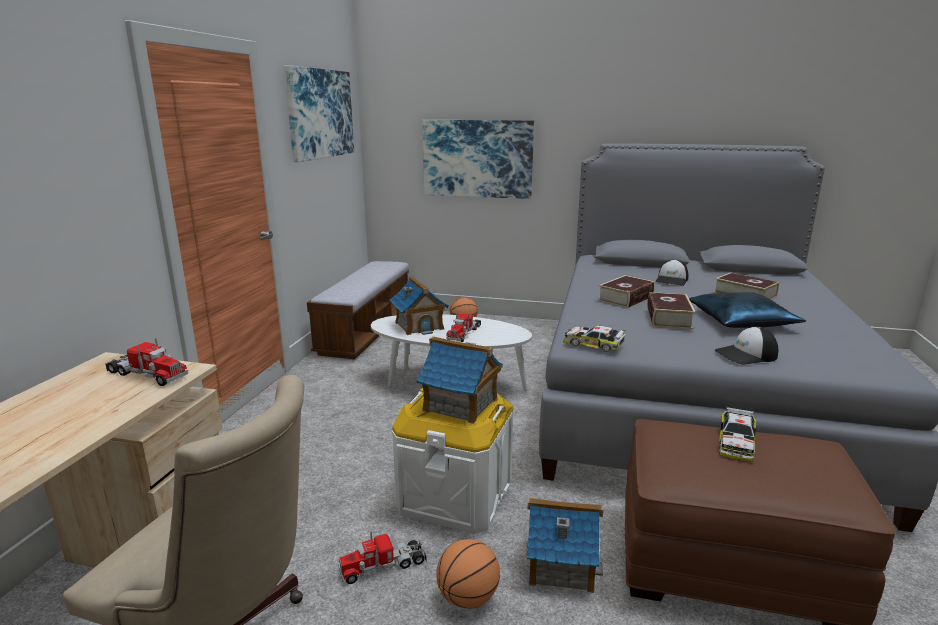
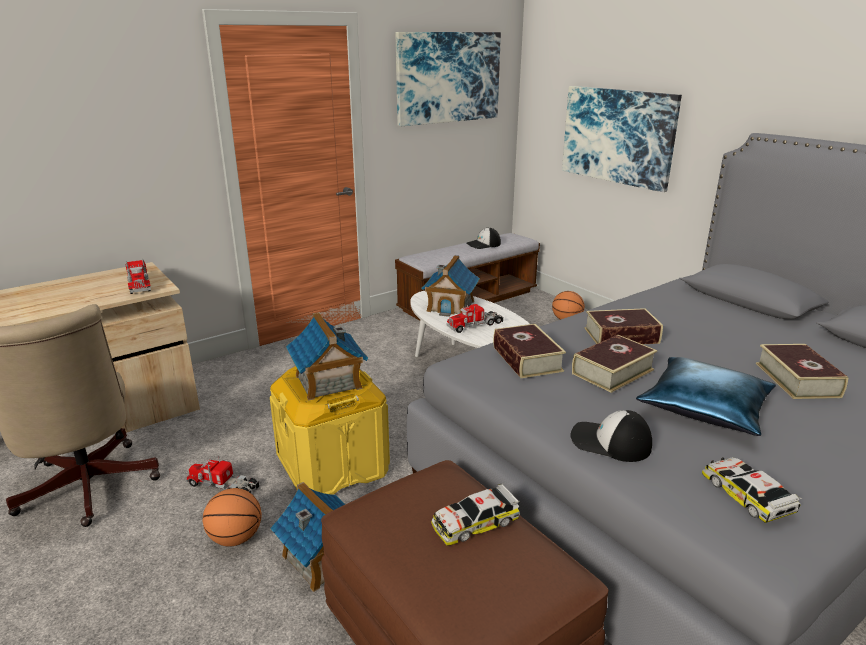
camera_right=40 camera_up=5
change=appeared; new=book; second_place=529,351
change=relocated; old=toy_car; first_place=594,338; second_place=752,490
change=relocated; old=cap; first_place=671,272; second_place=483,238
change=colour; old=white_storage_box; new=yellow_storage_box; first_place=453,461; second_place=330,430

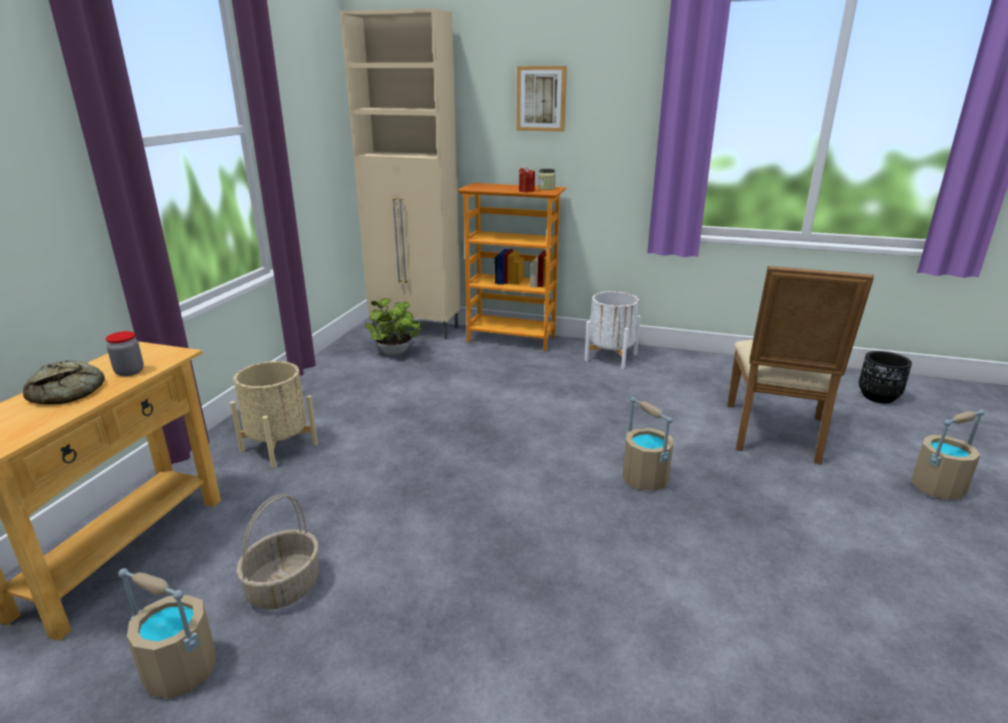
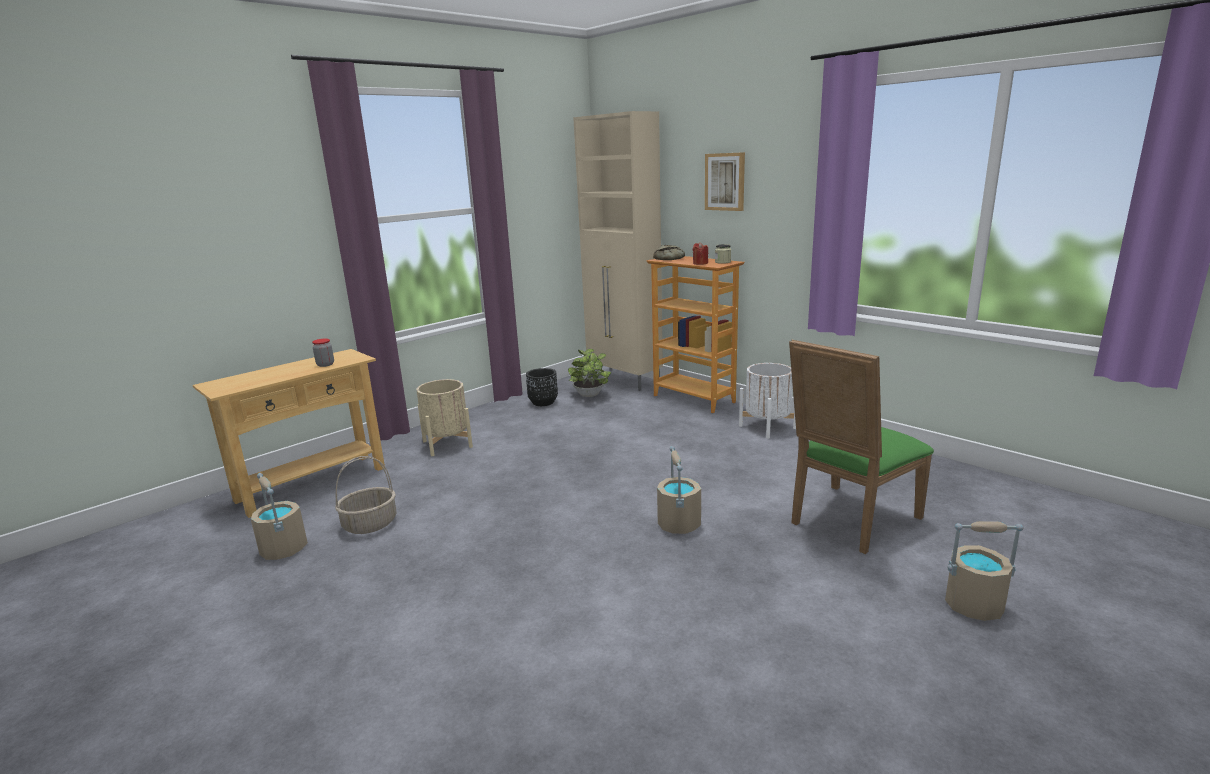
camera_right=30 camera_up=-5
change=relocated; old=bread; first_place=64,383; second_place=669,252
change=relocated; old=black_planter; first_place=885,377; second_place=542,387
change=colour; old=beige_chair; new=green_chair; first_place=800,365; second_place=861,447

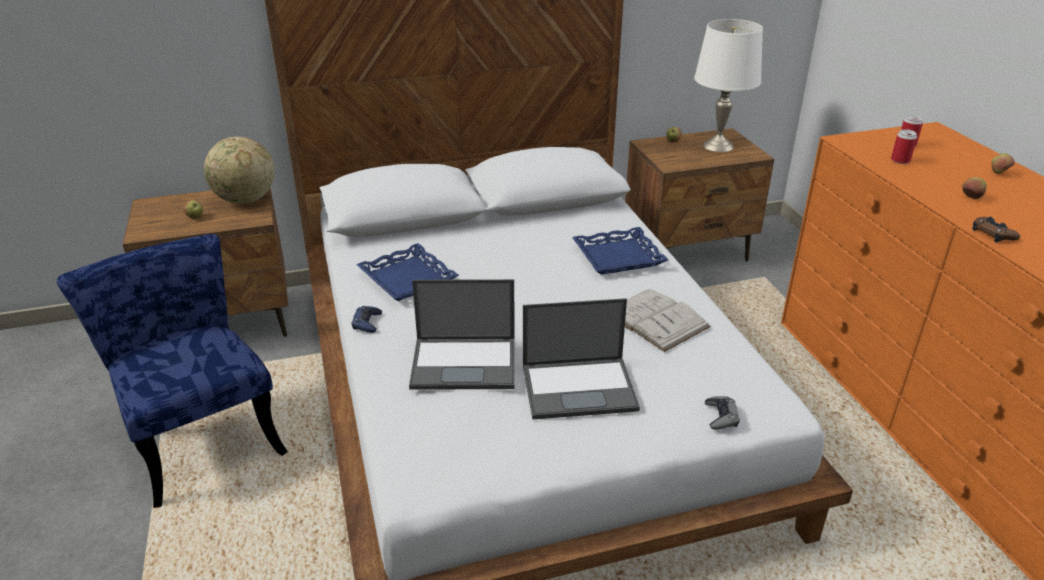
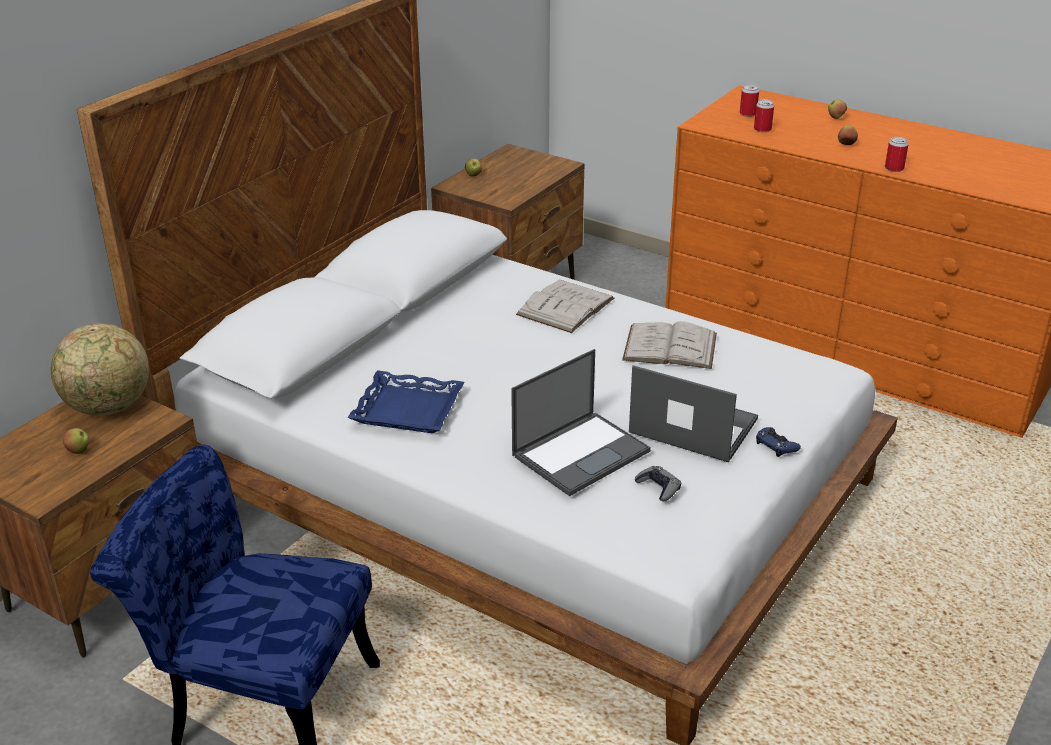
camera_right=-40 camera_up=0
change=missing; old=white_table_lamp; first_place=728,85
change=relocated; old=blue_game_controller; first_place=367,319; second_place=778,442
change=relocated; old=grey_game_controller; first_place=722,413; second_place=658,484
change=exchanged; old=blue_tray; new=white_book; first_place=620,251; second_place=565,306
change=exchanged; old=brown_game_controller; new=can; first_place=996,229; second_place=896,154
change=spun; old=laptop; first_place=581,358; second_place=693,413; degrees=-105

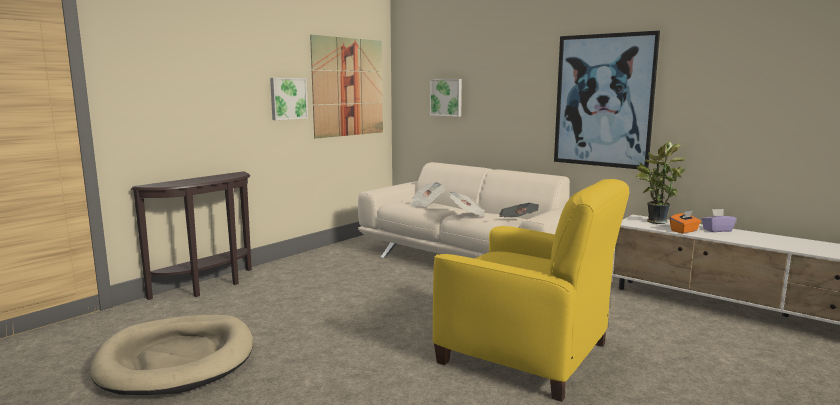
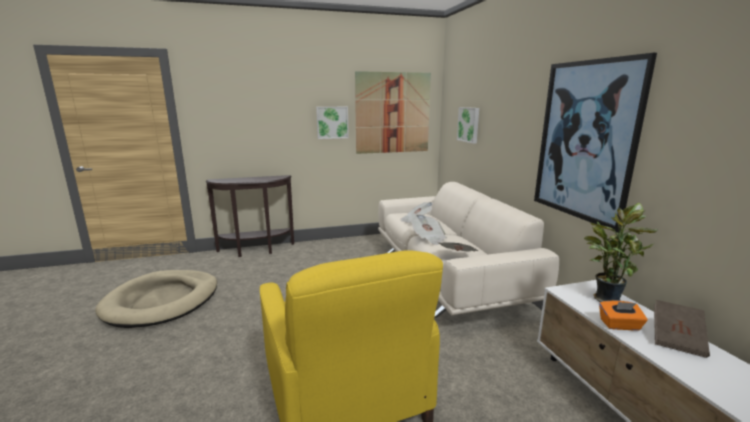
camera_right=35 camera_up=5
change=exchanged; old=purple_tissue_box; new=brown_book; first_place=719,220; second_place=682,329

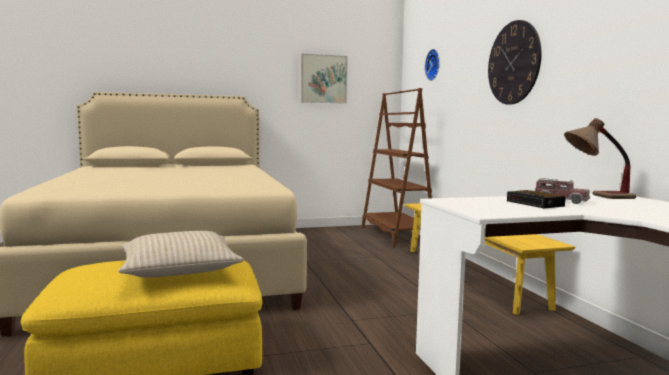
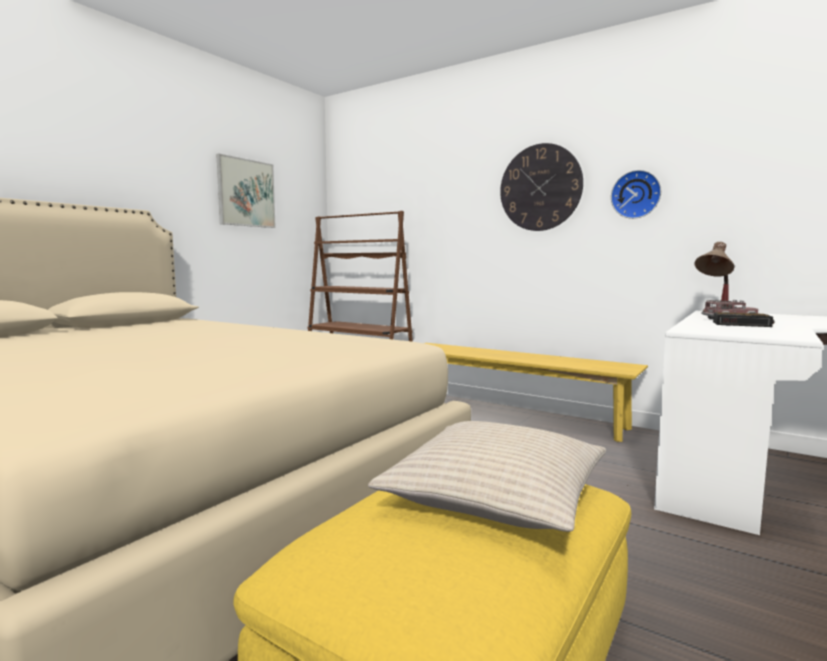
camera_right=-40 camera_up=0
change=relocated; old=wall_clock; first_place=432,65; second_place=636,194

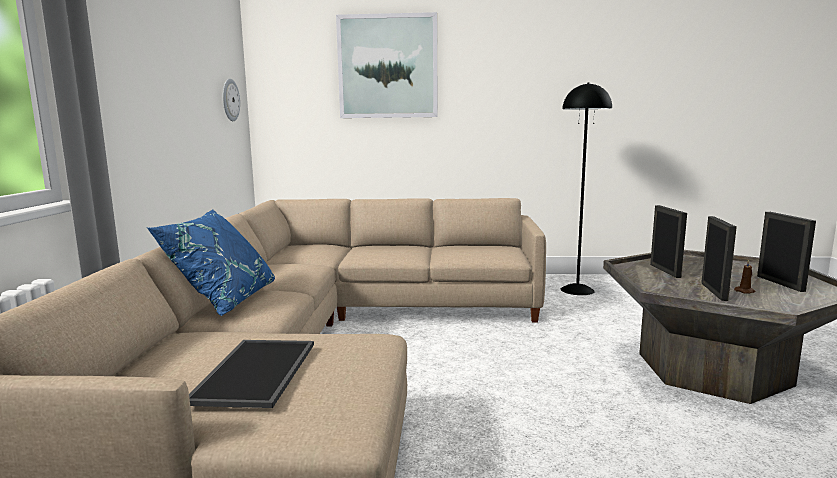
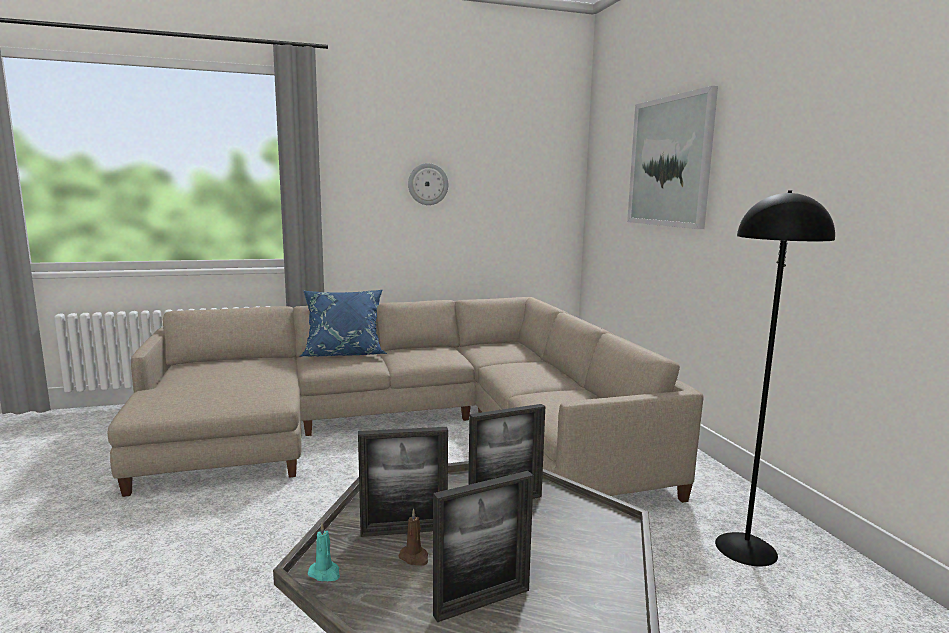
camera_right=70 camera_up=0
change=missing; old=tray; first_place=251,374
change=appeared; new=turquoise_candle; second_place=323,552
change=relocated; old=wall_clock; first_place=231,100; second_place=428,184

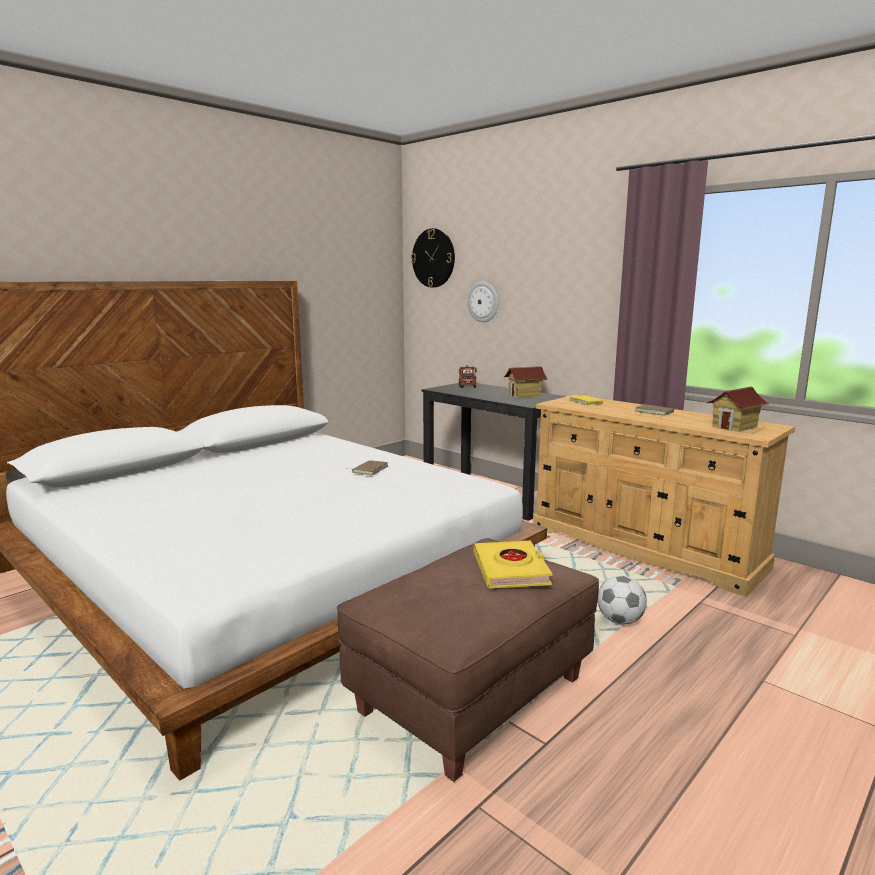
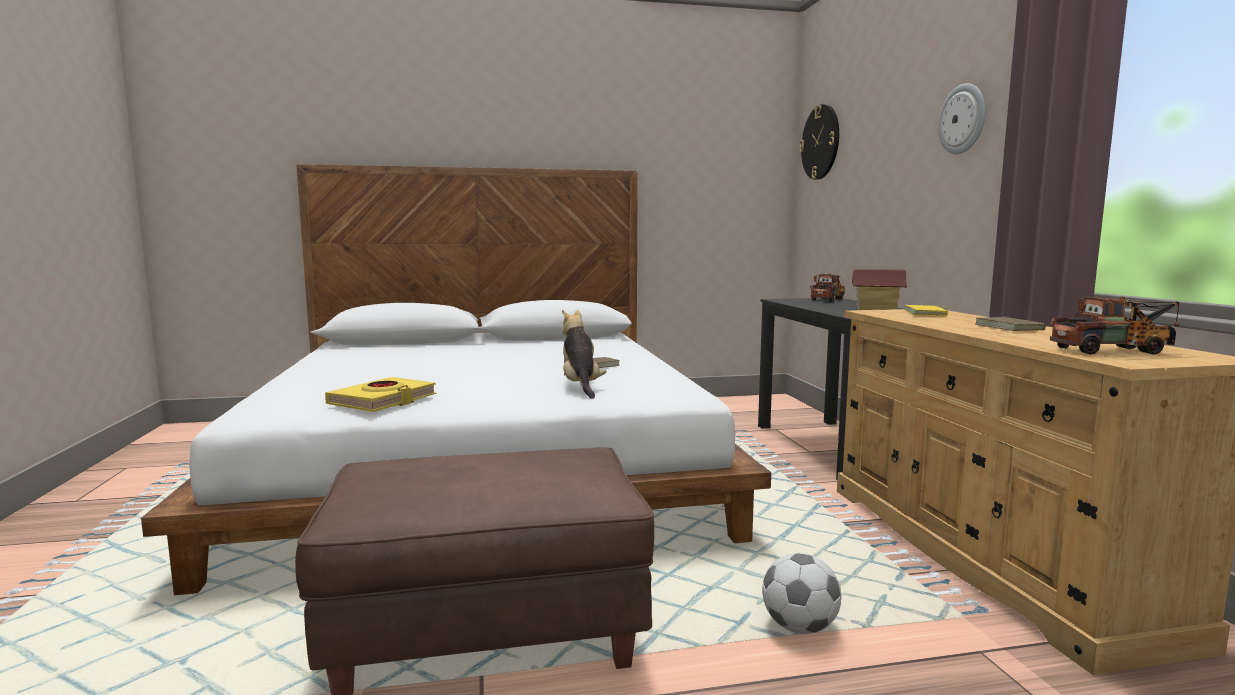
camera_right=35 camera_up=-5
change=appeared; new=plush_toy; second_place=584,354
change=relocated; old=wall_clock; first_place=482,302; second_place=961,118
change=relocated; old=yellow_book; first_place=512,564; second_place=380,394
change=exchanged; old=toy_house; new=toy_truck; first_place=738,409; second_place=1114,325

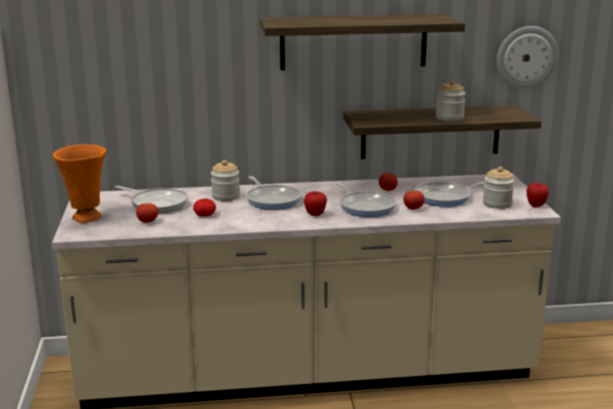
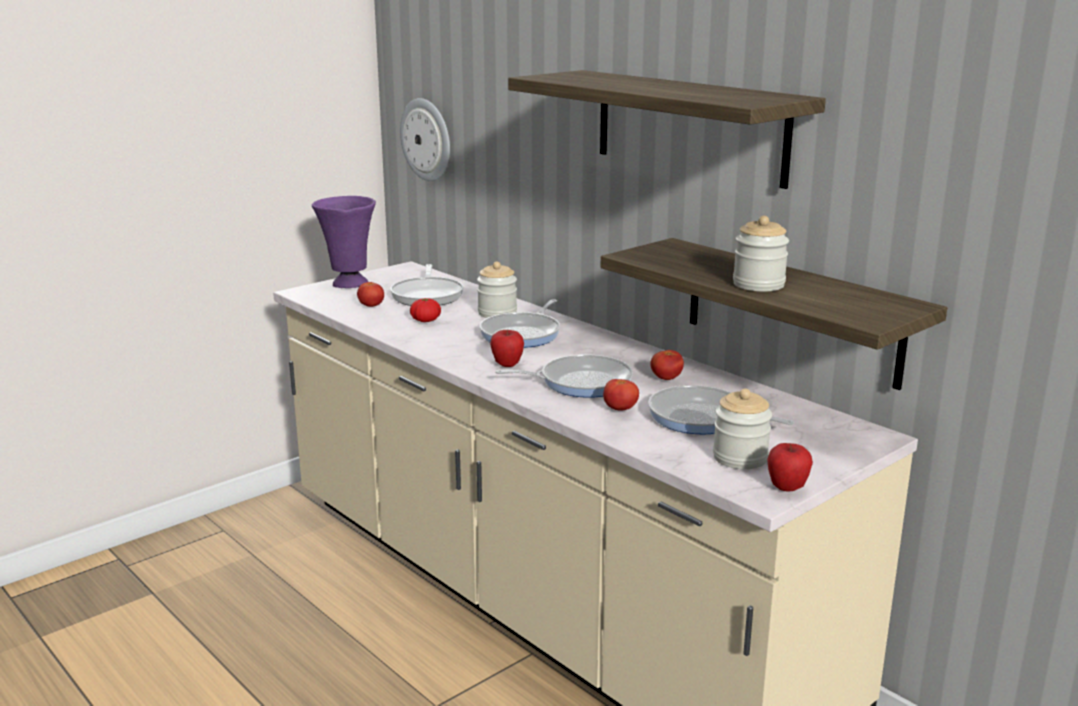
camera_right=55 camera_up=0
change=relocated; old=wall_clock; first_place=527,57; second_place=425,139
change=colour; old=orange_vase; new=purple_vase; first_place=79,183; second_place=344,242
change=spun; old=frying_pan; first_place=366,199; second_place=564,376; degrees=-120

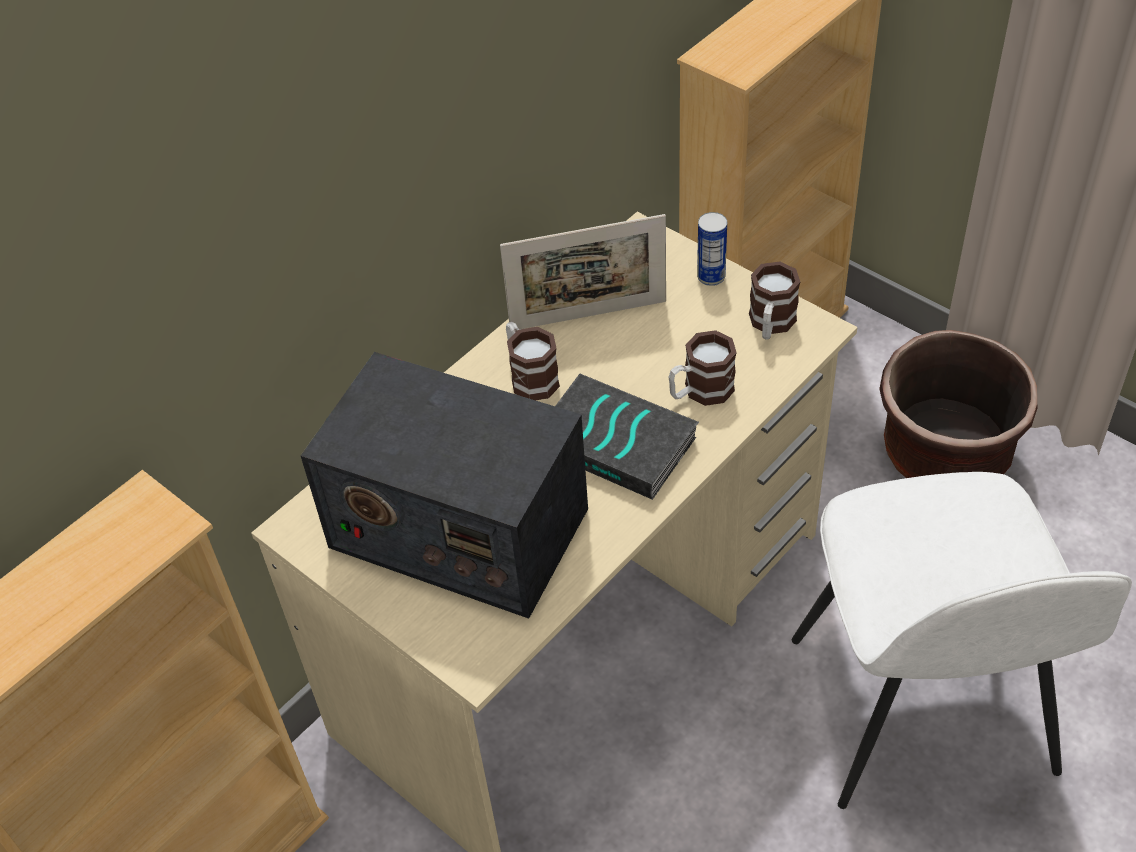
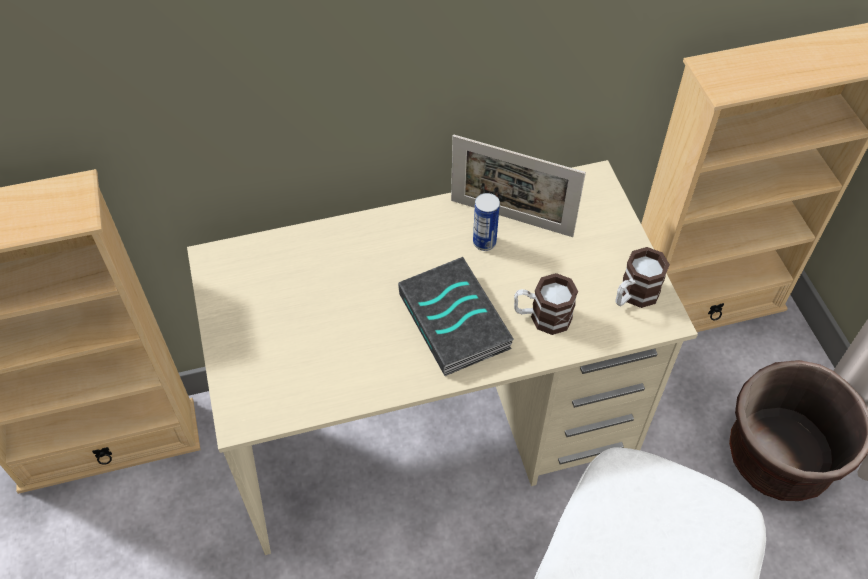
camera_right=30 camera_up=5
change=missing; old=radio; first_place=444,485
change=missing; old=mug; first_place=533,361
change=relocated; old=can; first_place=712,249; second_place=486,222

